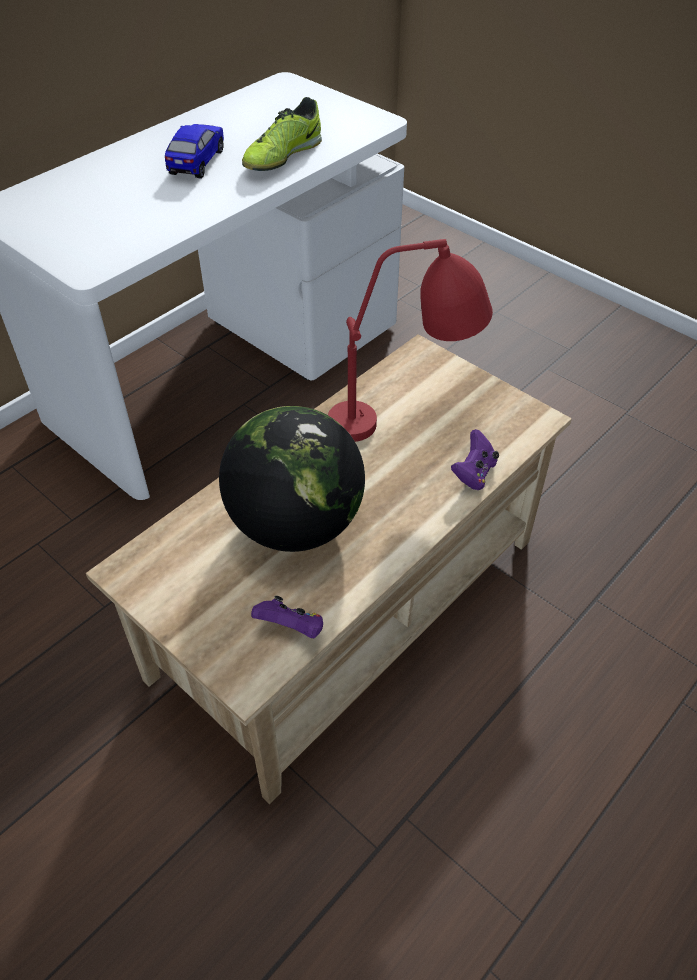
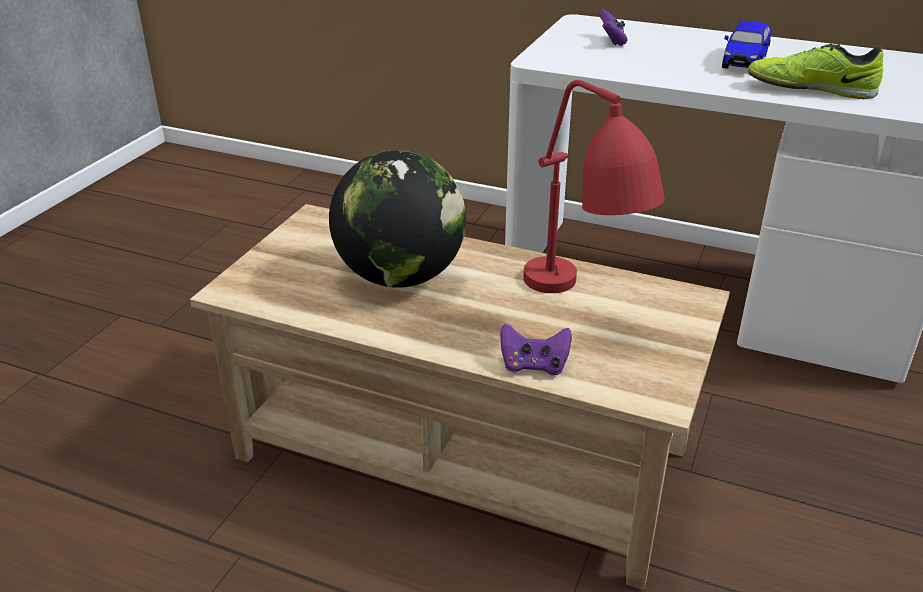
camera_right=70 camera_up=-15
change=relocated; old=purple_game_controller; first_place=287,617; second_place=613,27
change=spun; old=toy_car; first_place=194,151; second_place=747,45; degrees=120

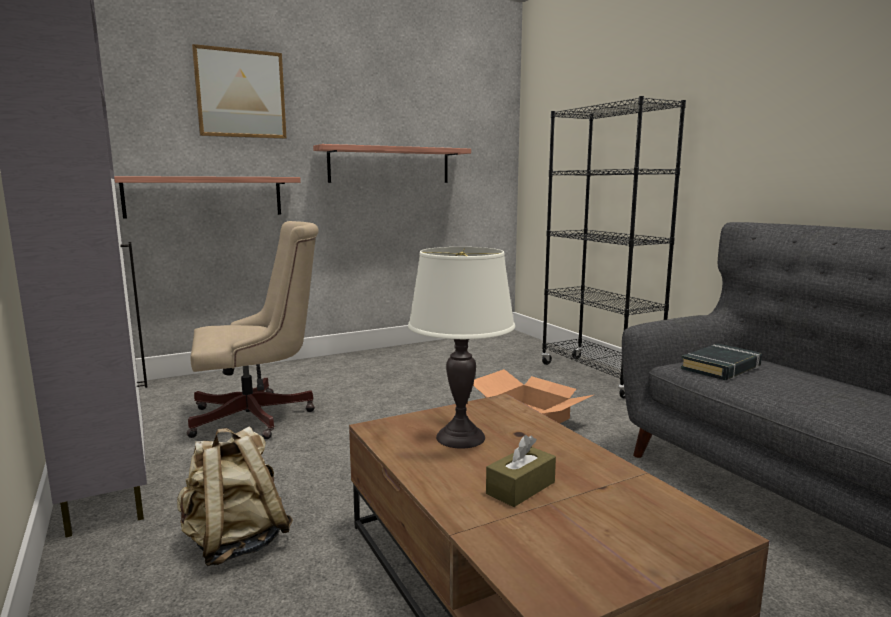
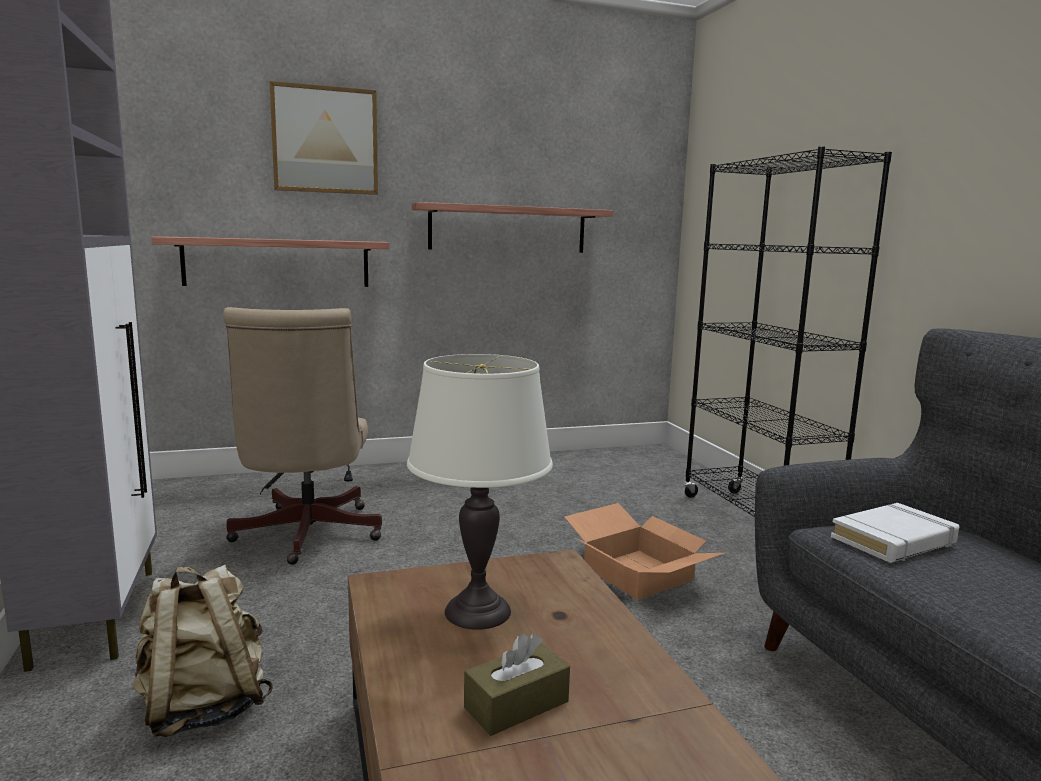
camera_right=10 camera_up=0
change=colour; old=black_book; new=white_book; first_place=721,361; second_place=895,533
change=spun; old=beige_office_chair; first_place=253,330; second_place=302,436; degrees=90

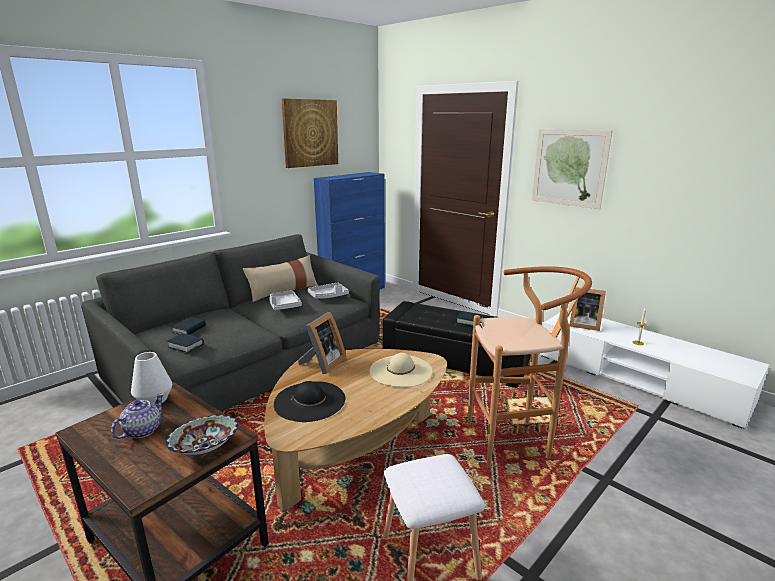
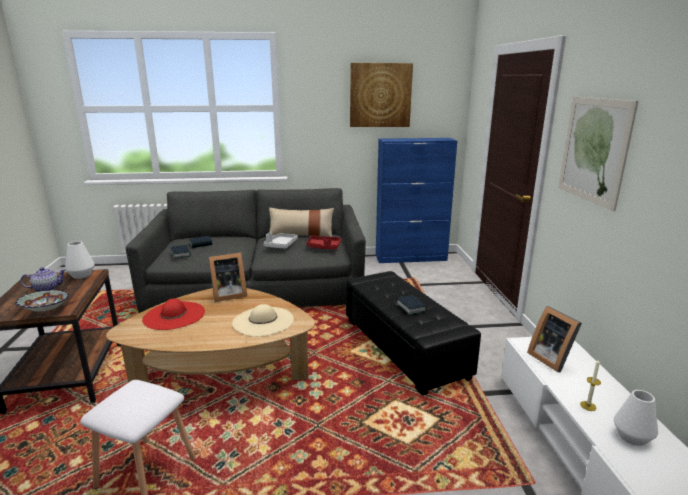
camera_right=40 camera_up=0
change=missing; old=brown_stool; first_place=530,367
change=appeared; new=white_vase; second_place=636,418
change=colour; old=black_hat; new=red_hat; first_place=309,401; second_place=173,314
change=colour; old=grey_tray; new=red_tray; first_place=328,290; second_place=323,242

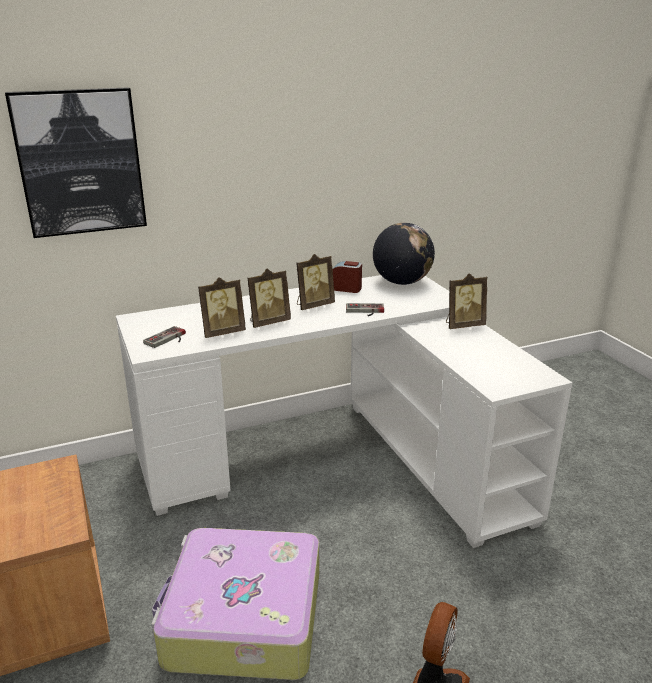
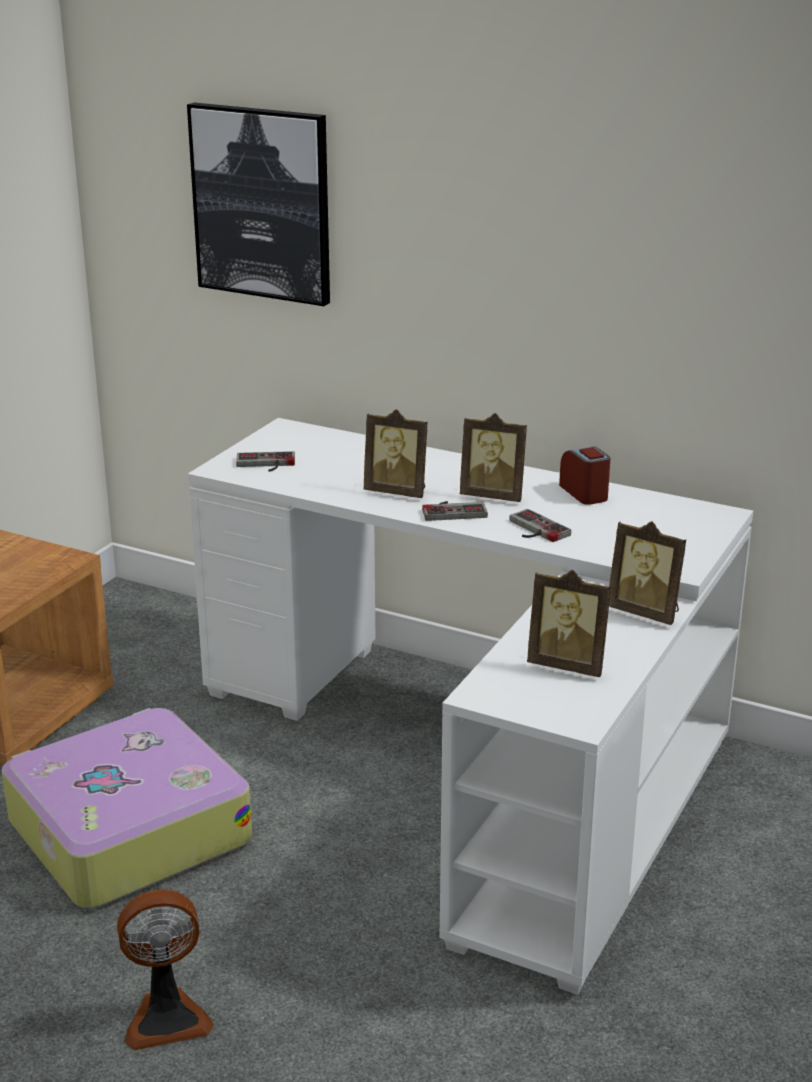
camera_right=50 camera_up=0
change=missing; old=globe; first_place=404,254
change=appeared; new=game_controller; second_place=455,511
change=relocated; old=picture_frame; first_place=222,307; second_place=569,623

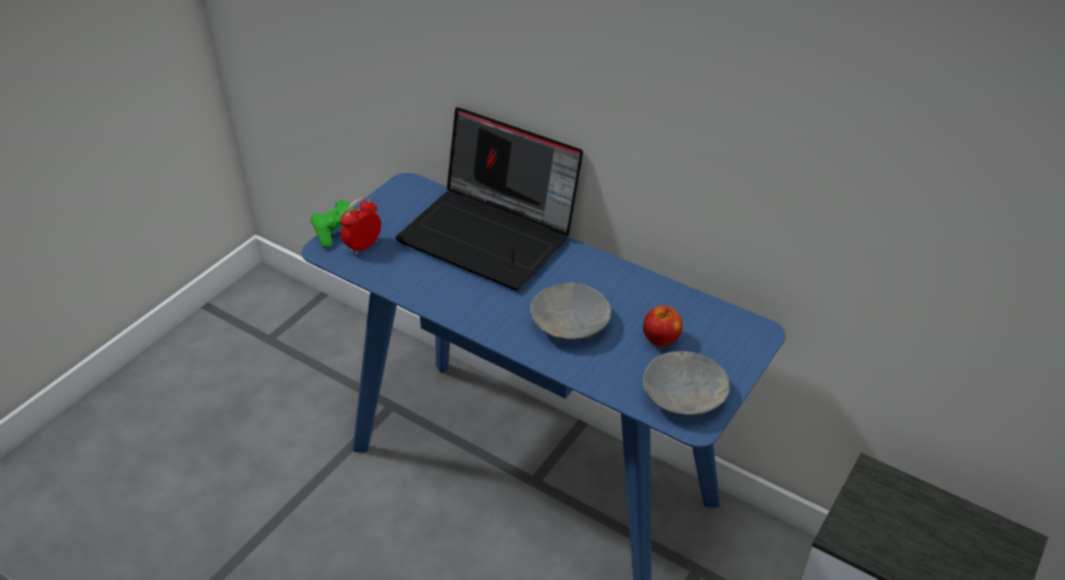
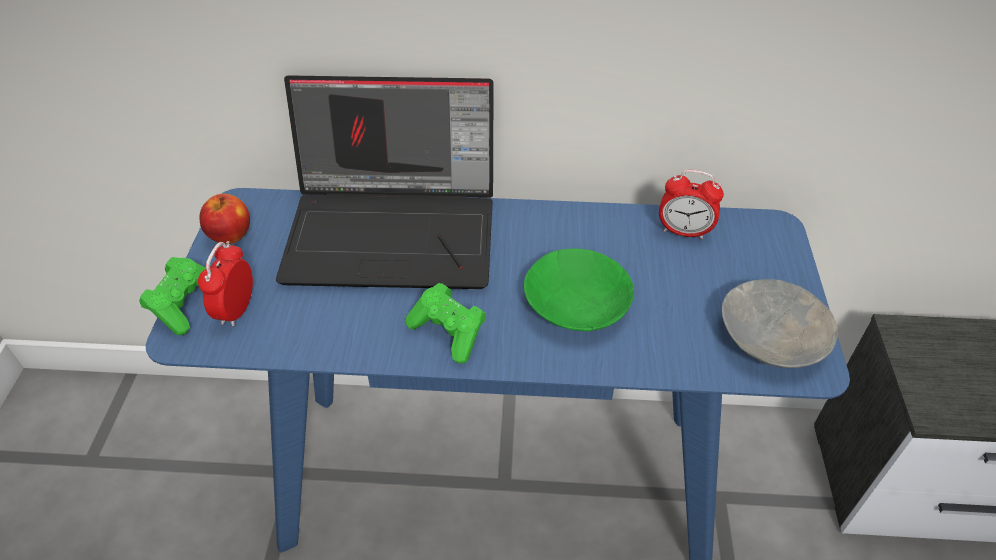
camera_right=-30 camera_up=5
change=appeared; new=green_game_controller; second_place=446,323
change=appeared; new=alarm_clock; second_place=691,204
change=relocated; old=apple; first_place=663,326; second_place=225,219
change=colour; old=grey_bowl; new=green_bowl; first_place=570,311; second_place=579,290

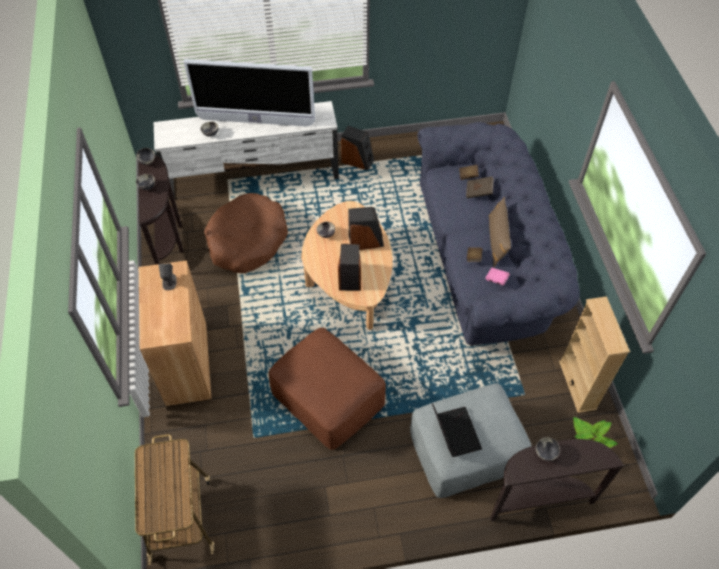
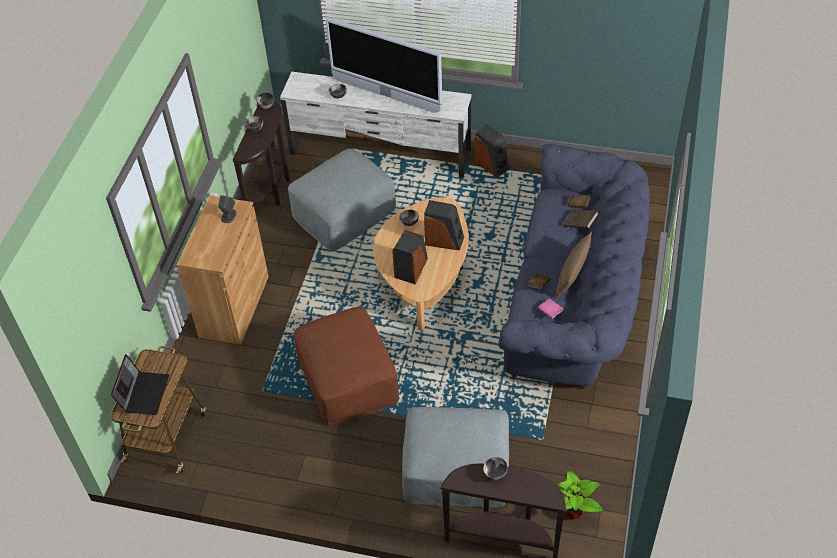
camera_right=25 camera_up=-5
change=missing; old=beige_bookcase; first_place=594,354
change=relocated; old=laptop; first_place=457,430; second_place=140,384
change=exchanged; old=brown_dog_bed; new=grey_ottoman; first_place=246,233; second_place=342,200

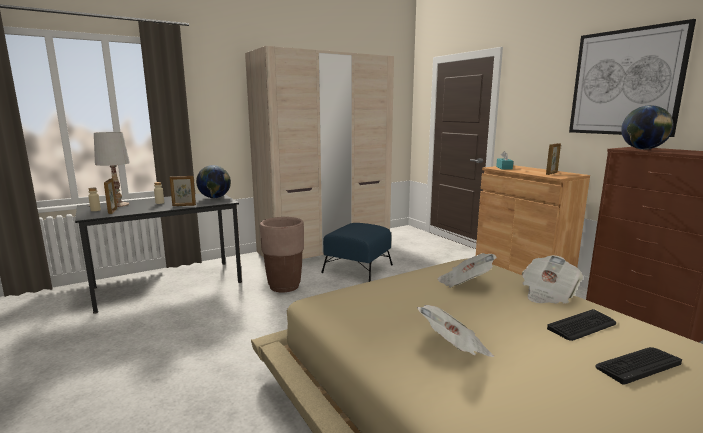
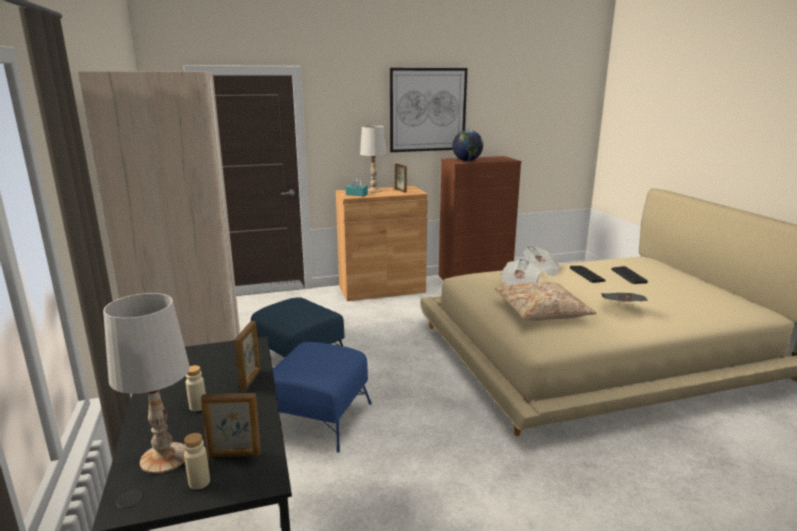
camera_right=-75 camera_up=5
change=missing; old=globe; first_place=213,181
change=appeared; new=white_table_lamp; second_place=373,159
change=appeared; new=beige_pillow; second_place=545,301
change=exchanged; old=brown_planter; new=blue_ottoman; first_place=282,254; second_place=322,397

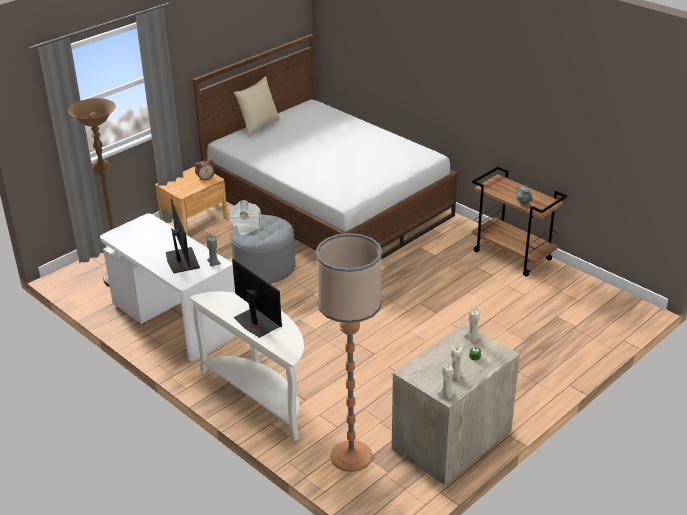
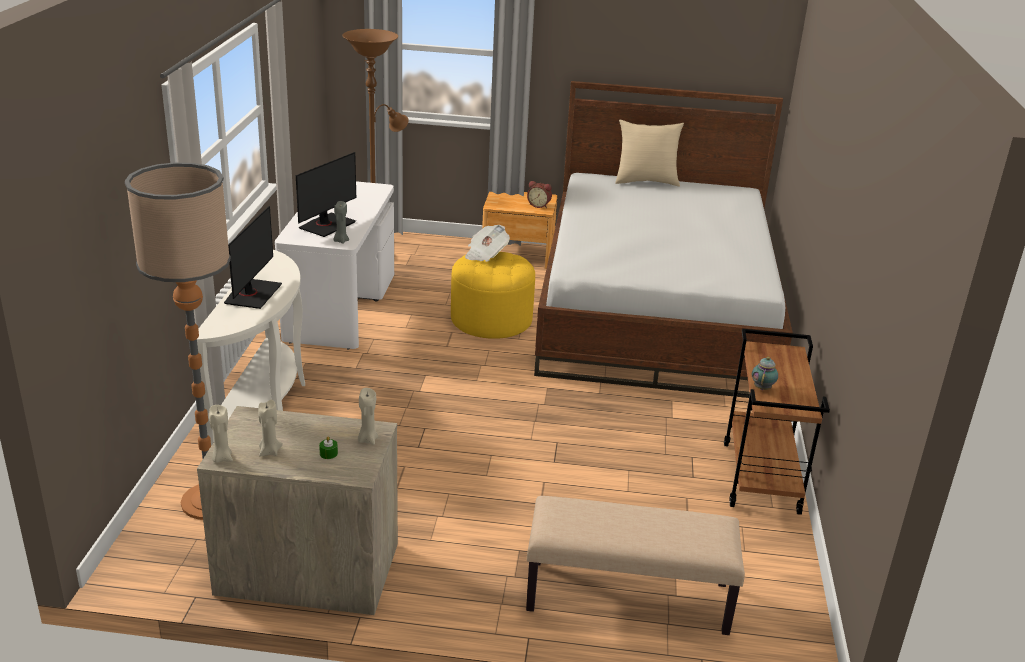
camera_right=50 camera_up=-5
change=appeared; new=beige_bench; second_place=635,565
change=colour; old=grey_ottoman; new=yellow_ottoman; first_place=263,249; second_place=493,295

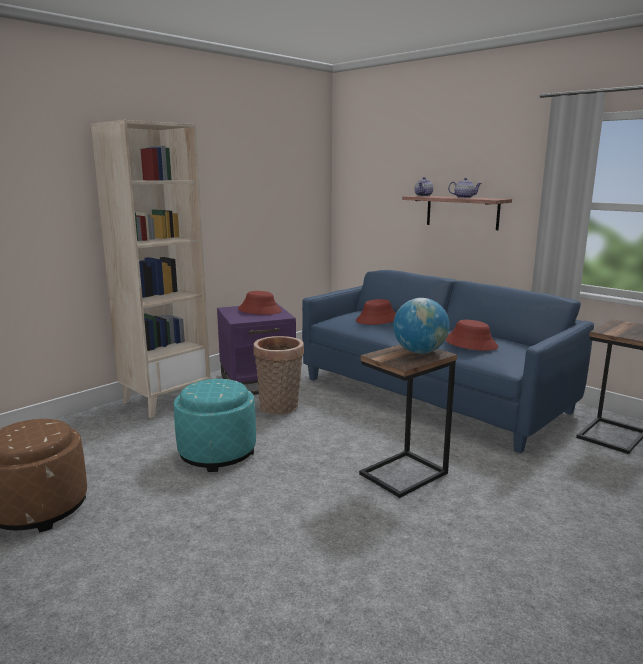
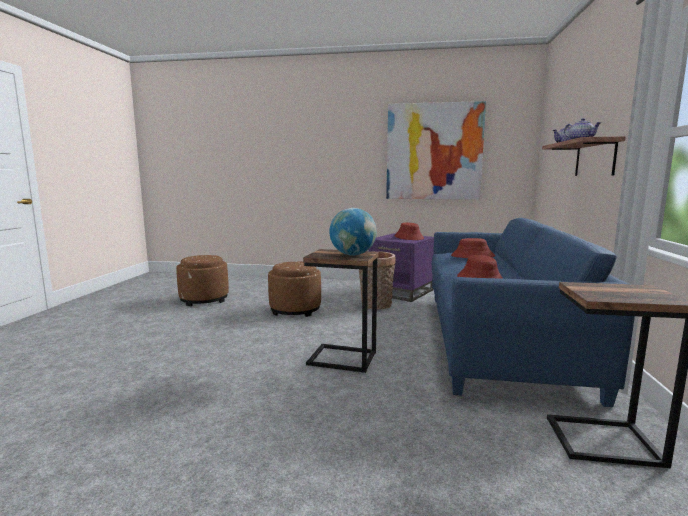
camera_right=55 camera_up=-5
change=missing; old=beige_bookcase; first_place=150,269
change=appeared; new=picture; second_place=436,150
change=colour; old=turquoise_ottoman; new=brown_ottoman; first_place=215,425; second_place=294,289

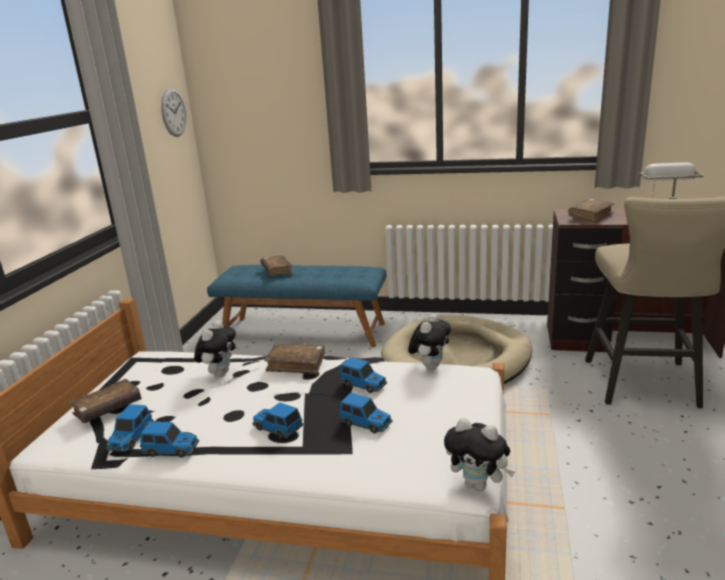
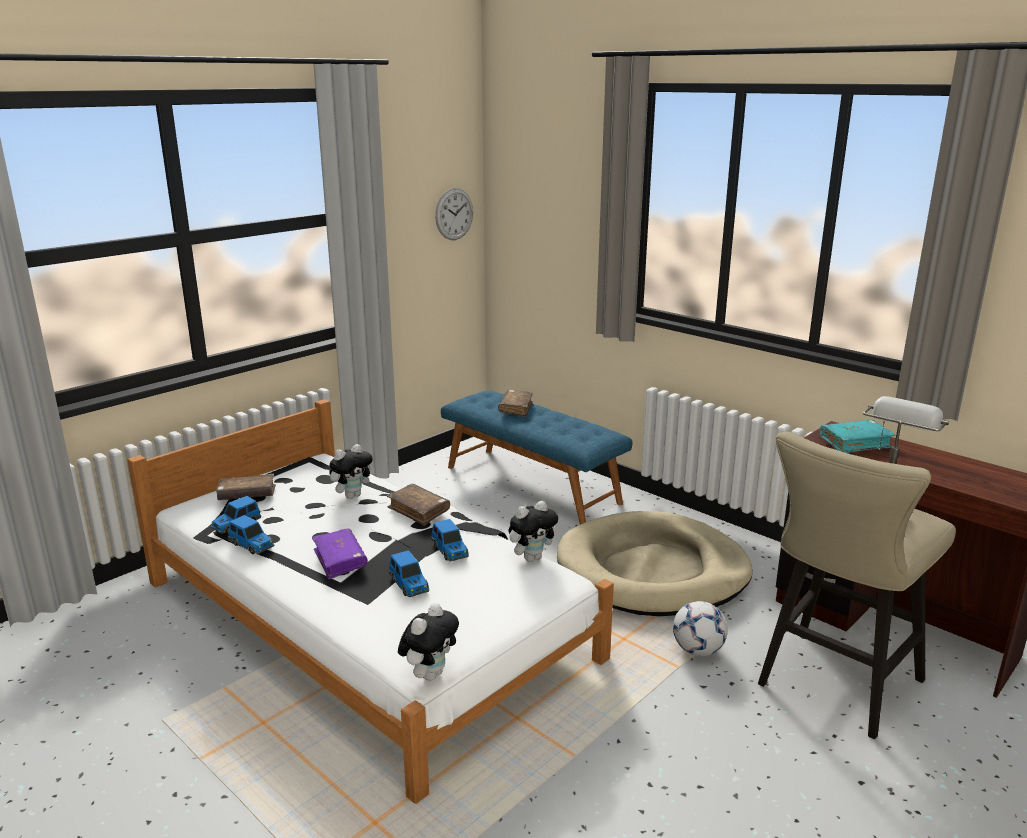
camera_right=30 camera_up=0
change=appeared; new=football; second_place=700,628
change=exchanged; old=toy_car; new=purple_book; first_place=277,420; second_place=340,554
change=colour; old=brown_book; new=turquoise_book; first_place=591,211; second_place=858,436
change=spun; old=plush_toy; first_place=479,454; second_place=428,642; degrees=-120

